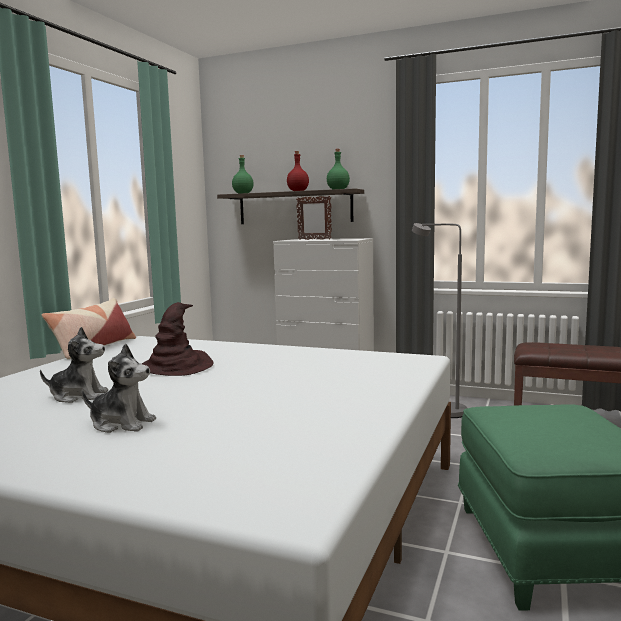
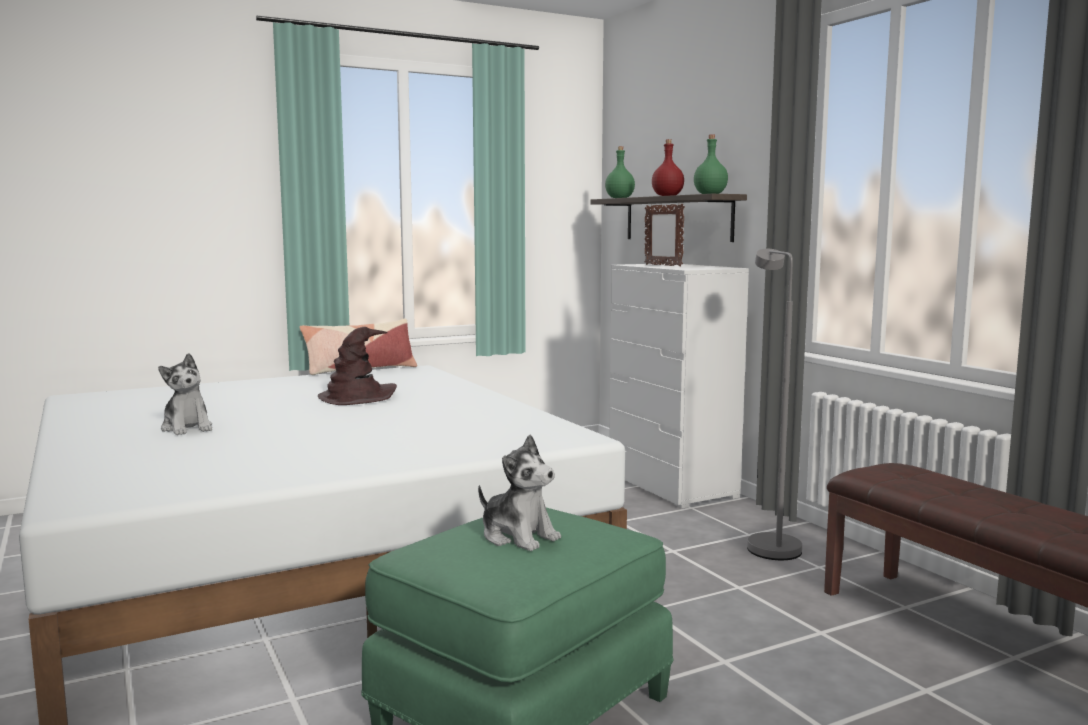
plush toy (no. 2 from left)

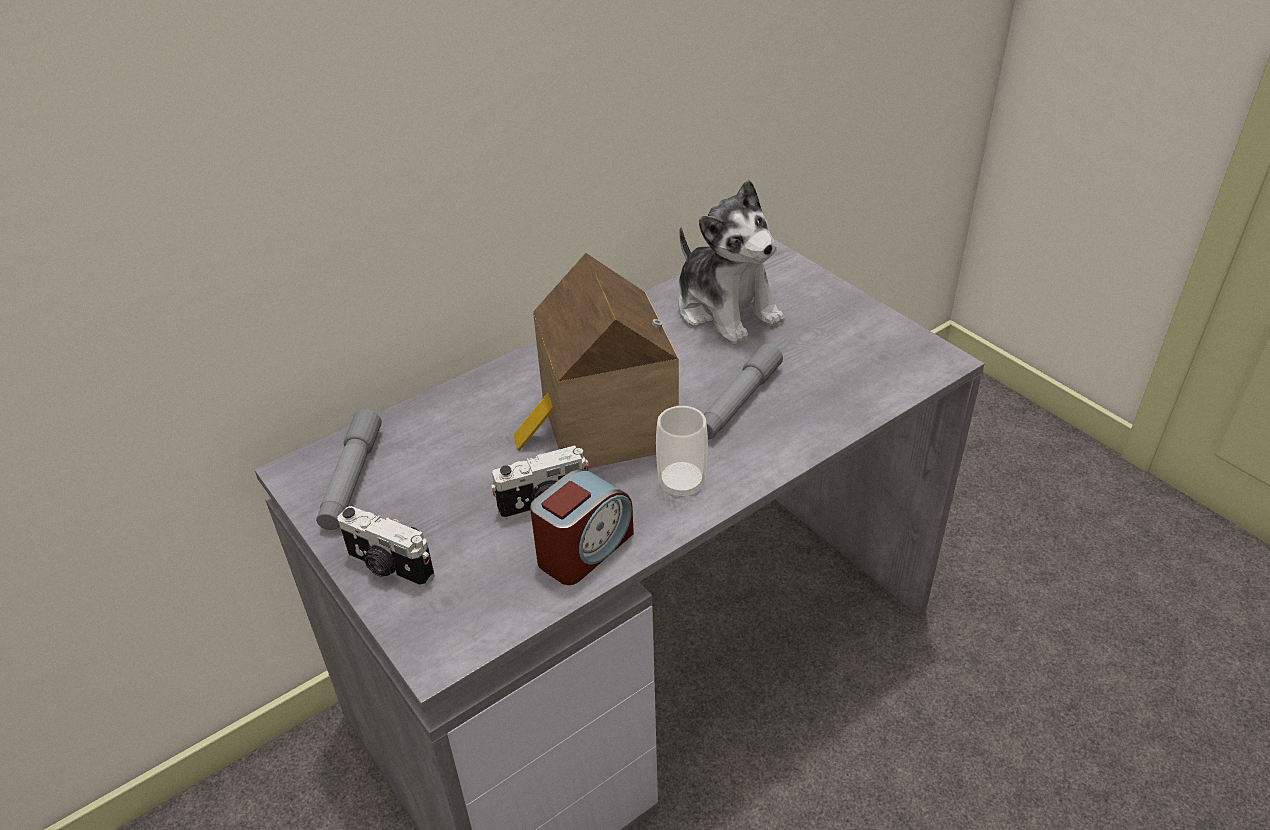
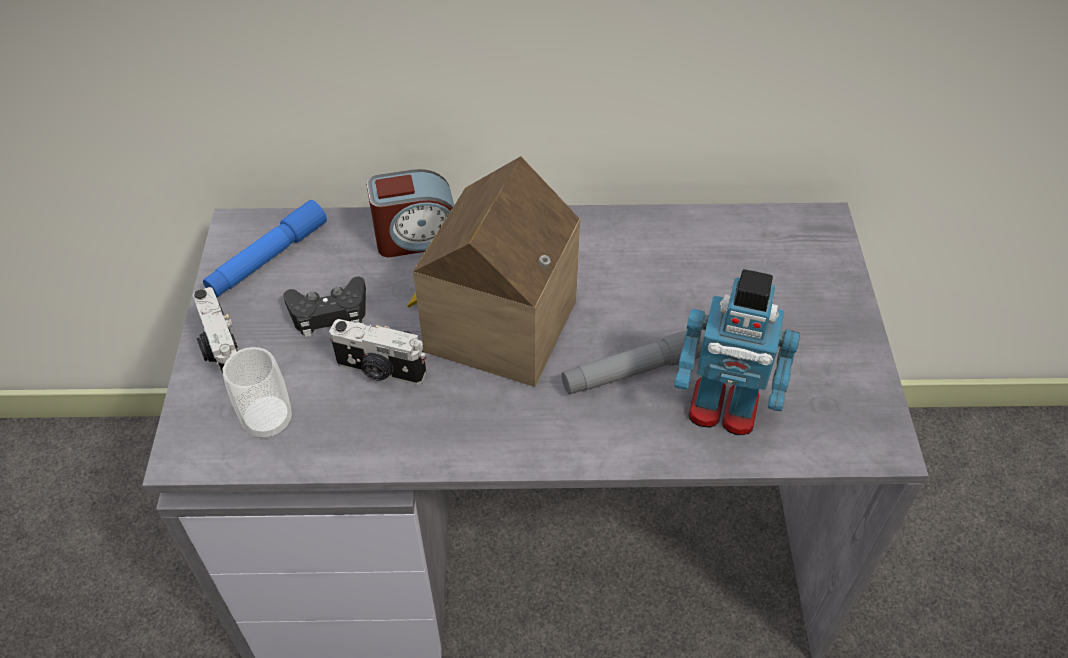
plush toy
cup
flashlight (blue)
alarm clock
toy robot
game controller (black)

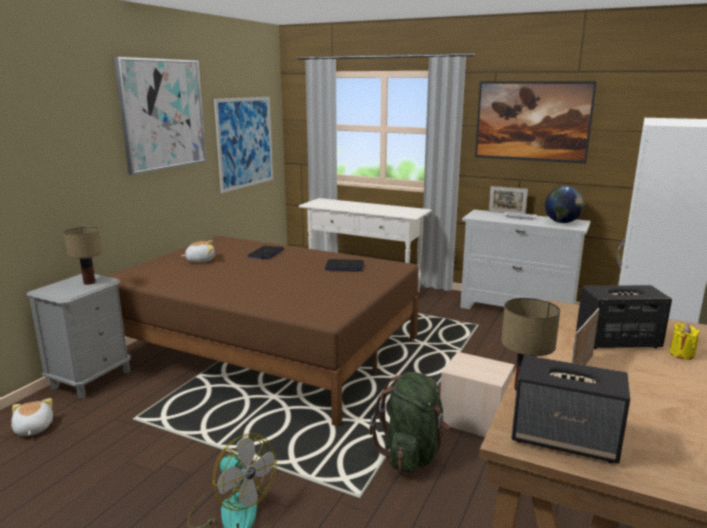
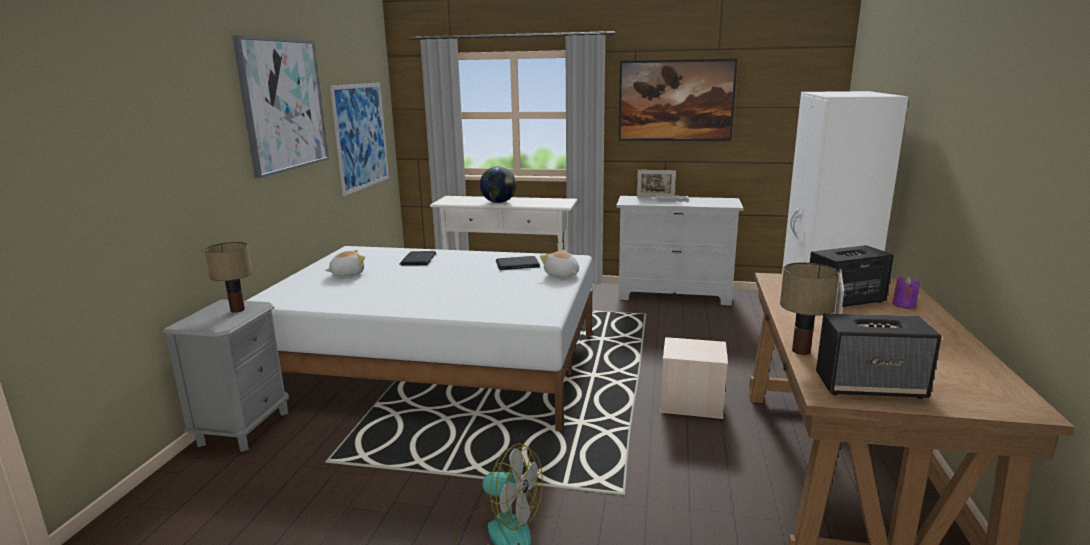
globe
bed (white)
candle (purple)
backpack (green)
plush toy (no. 2 from left)

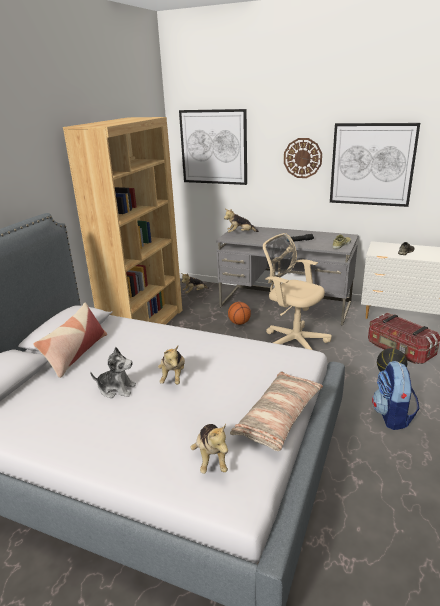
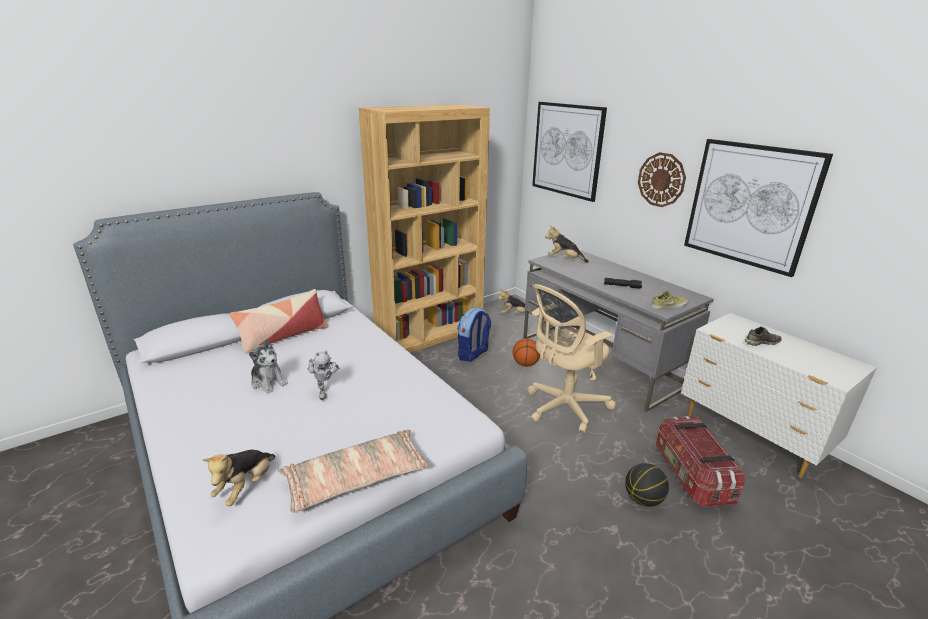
office chair (beige)
toy robot
backpack

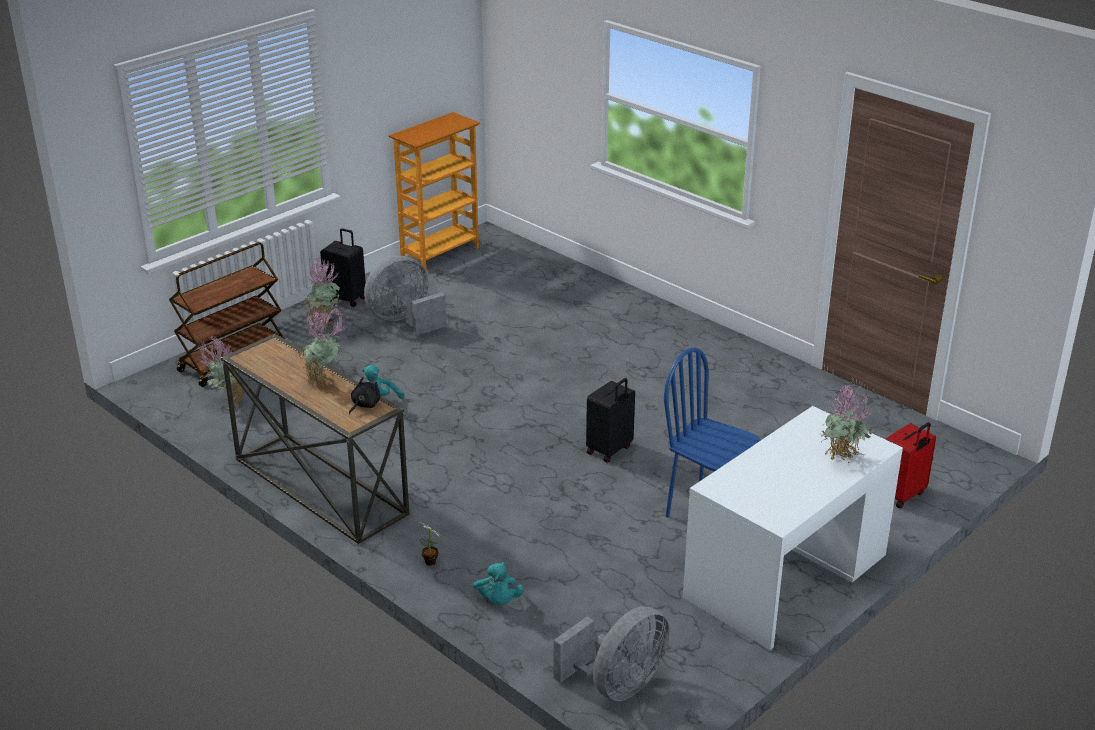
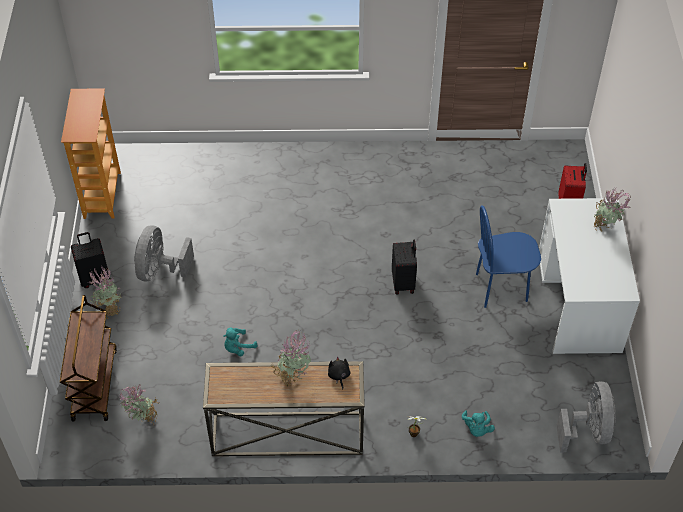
plush toy (turquoise) (no. 2 from left)

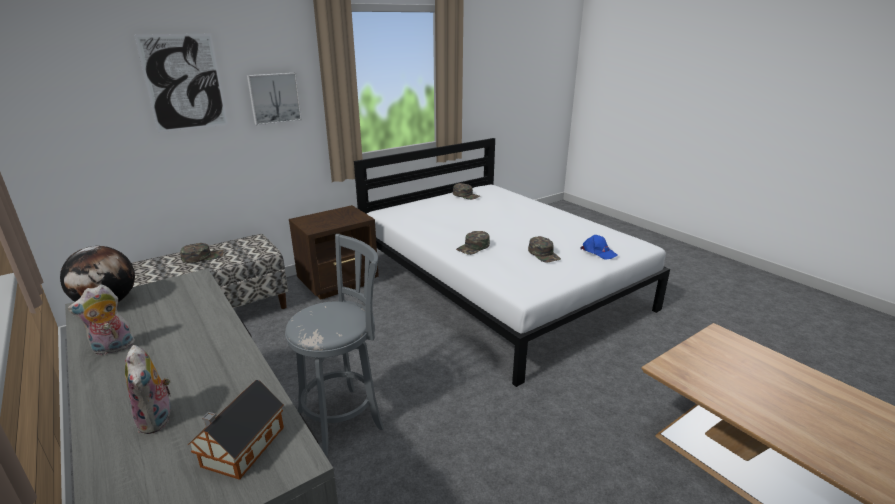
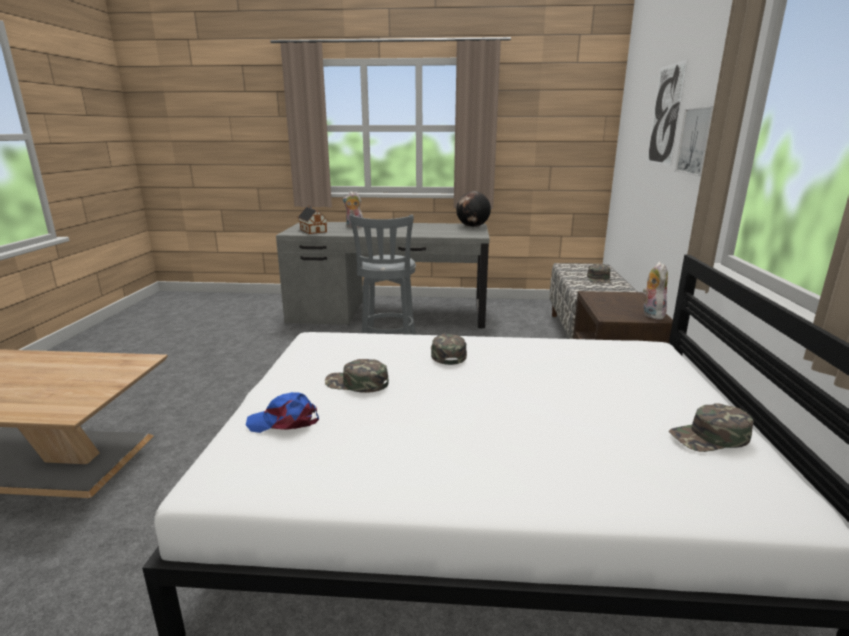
plush toy (no. 2 from left)

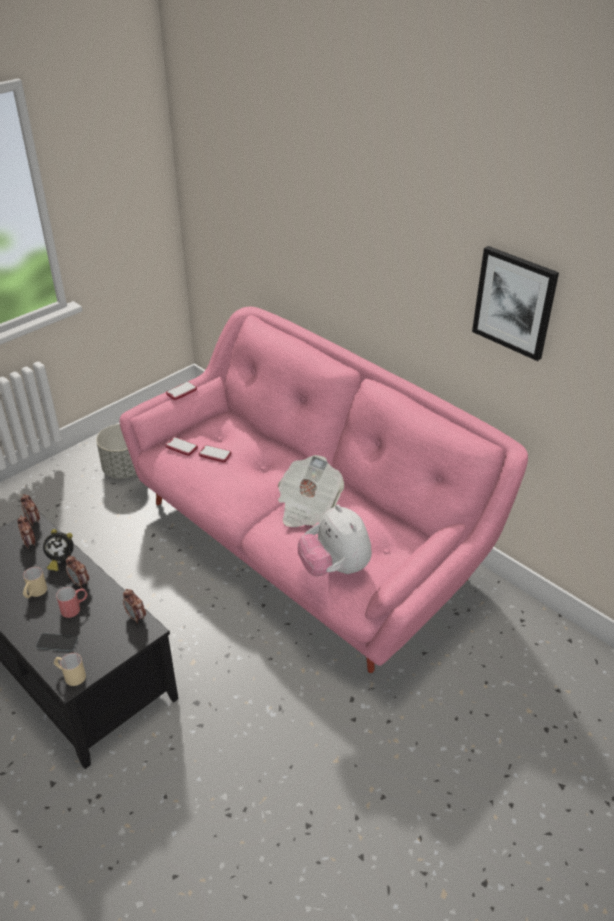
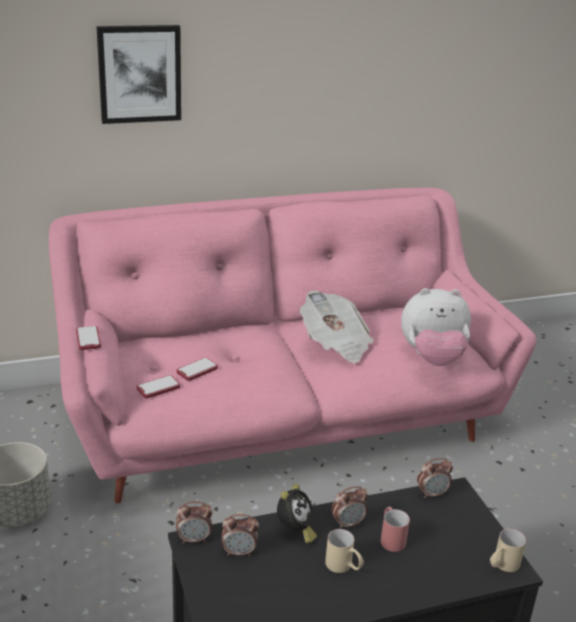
picture
phone (no. 1 from left in the first image)

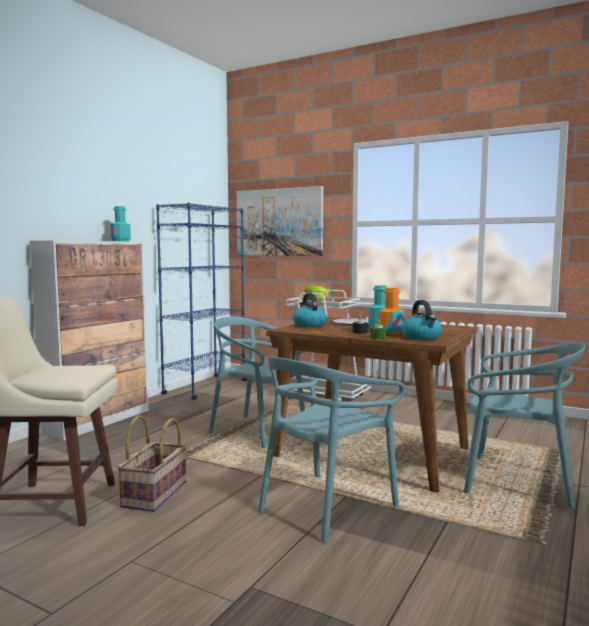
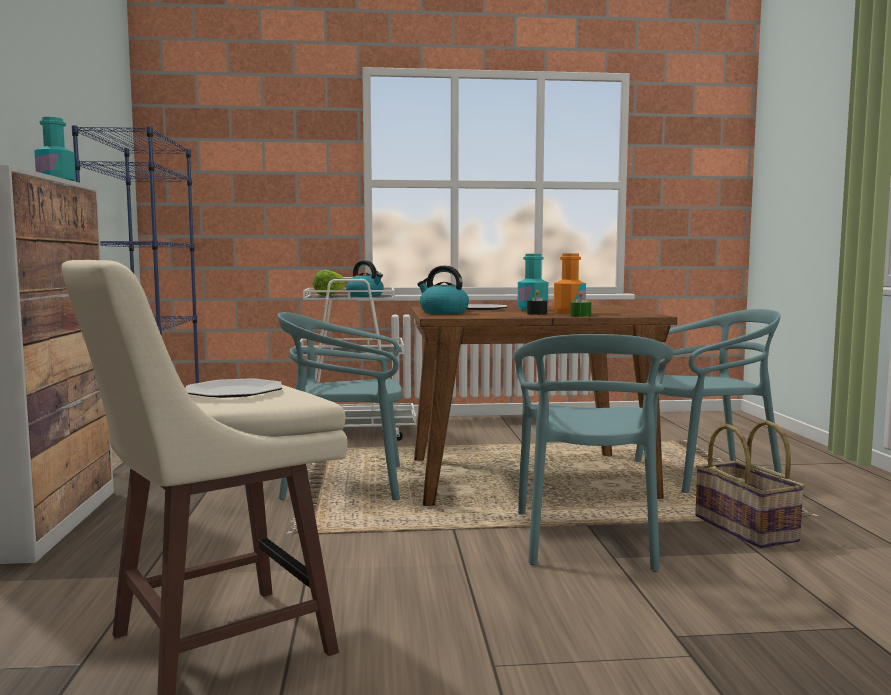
picture
kettle (no. 1 from left)
basket
plate (no. 1 from left)

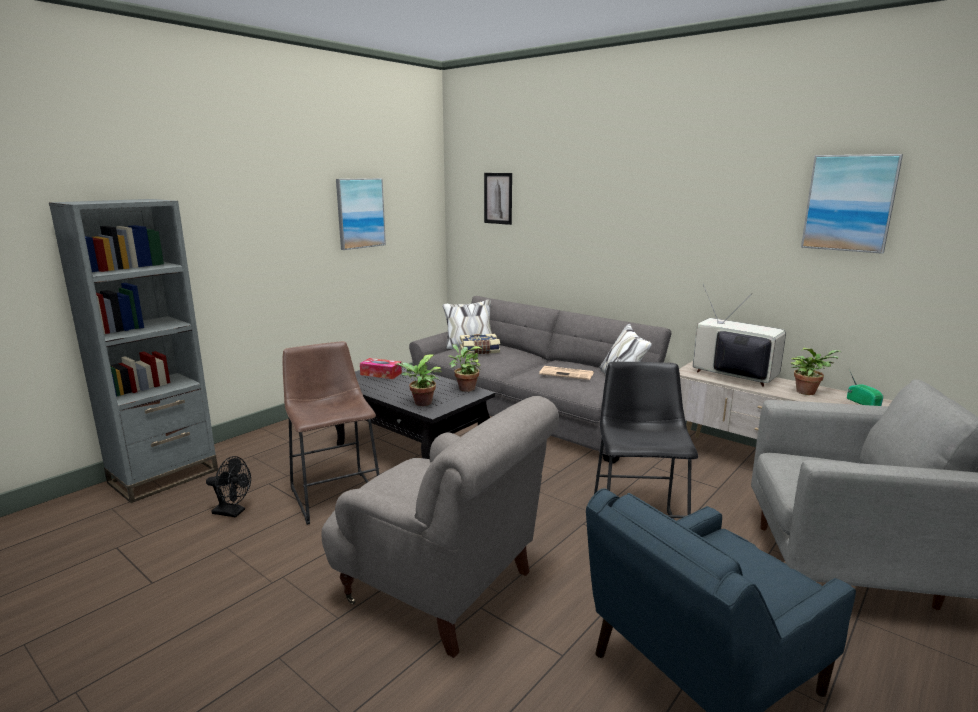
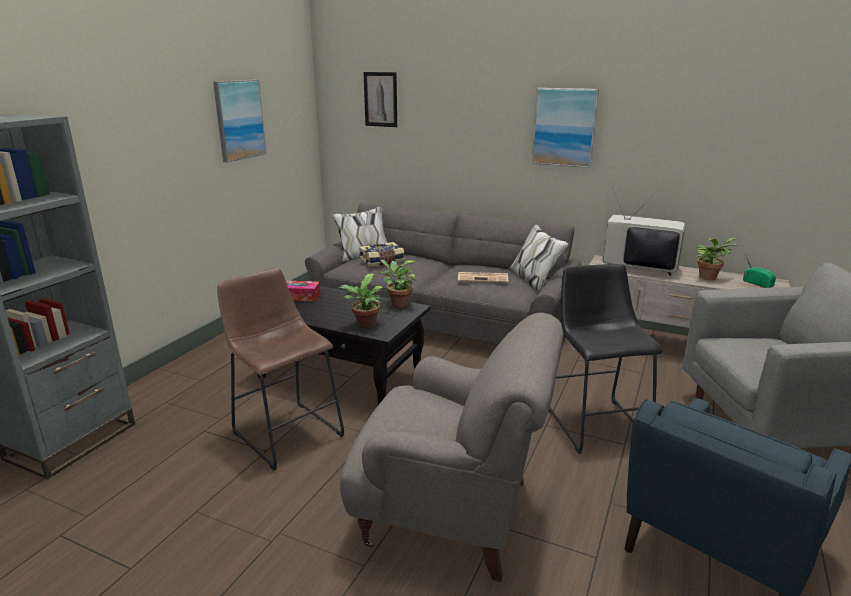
picture (no. 3 from left)
fan (black)

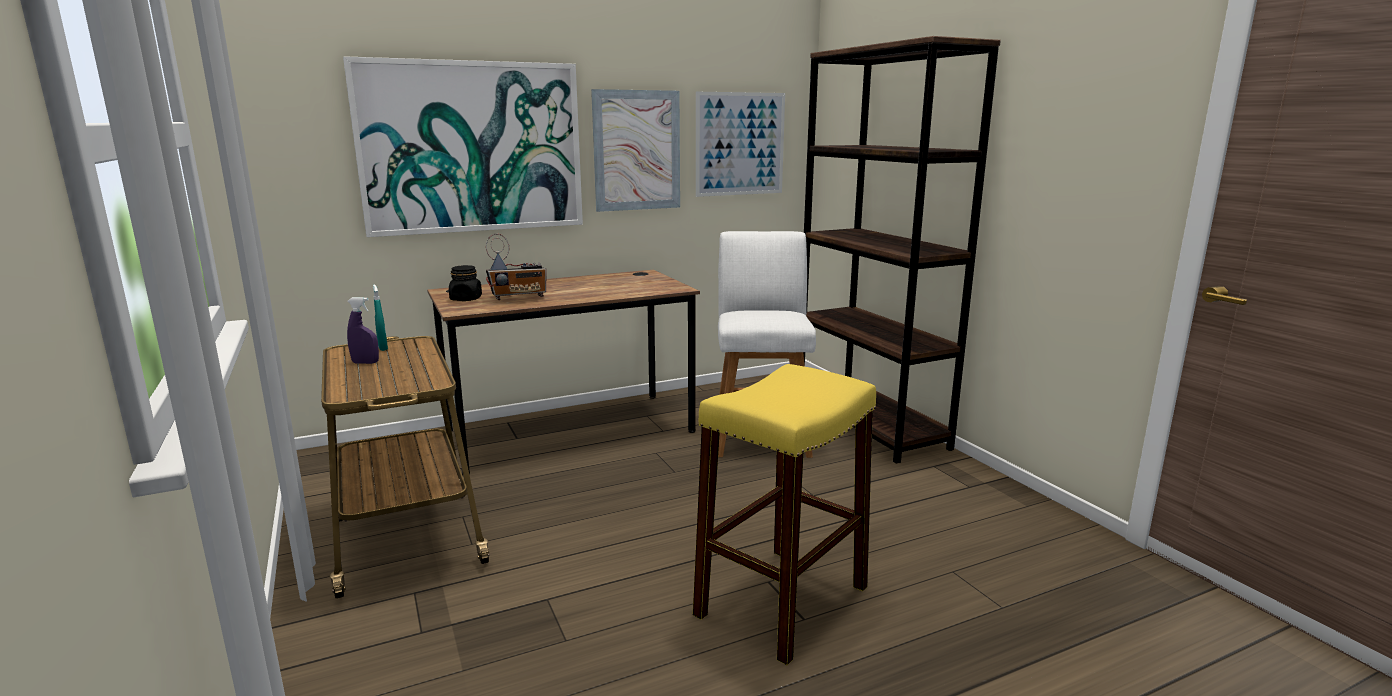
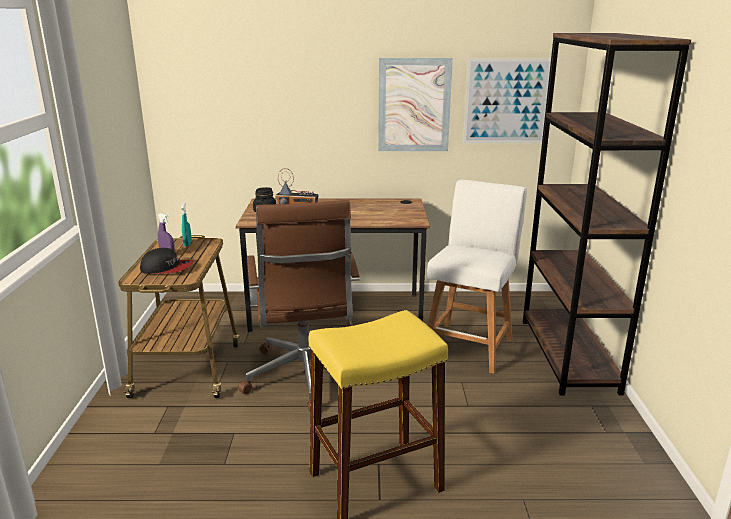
picture (no. 1 from left in the first image)
office chair (brown)
cap

